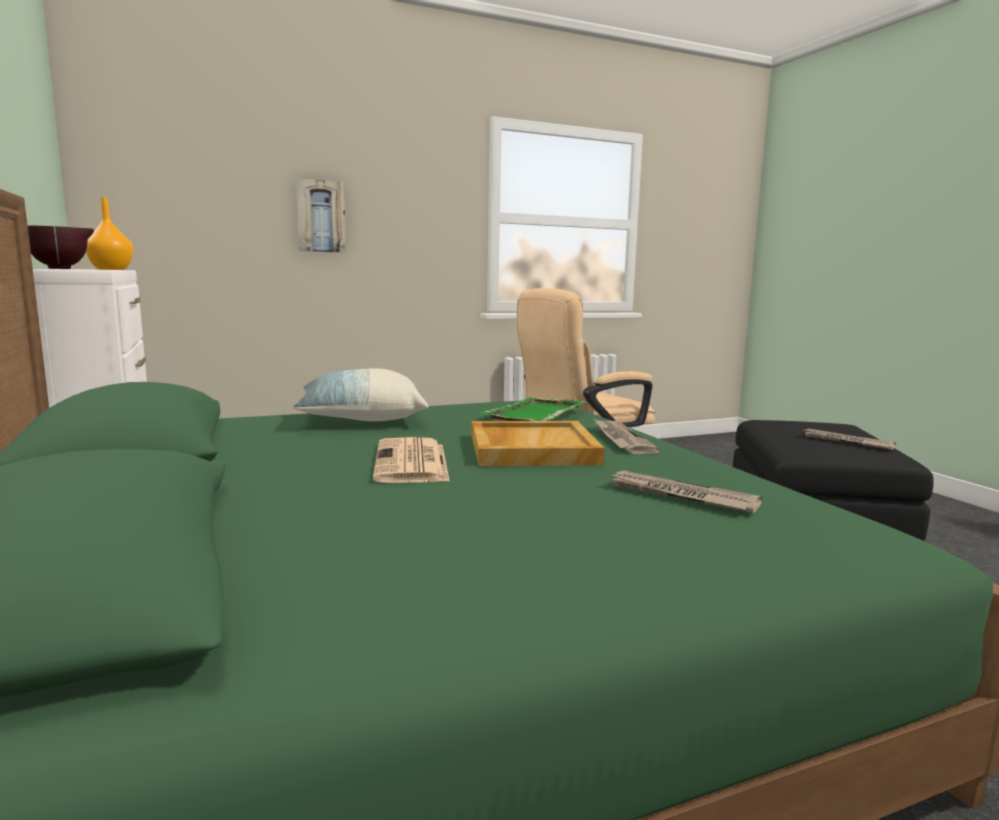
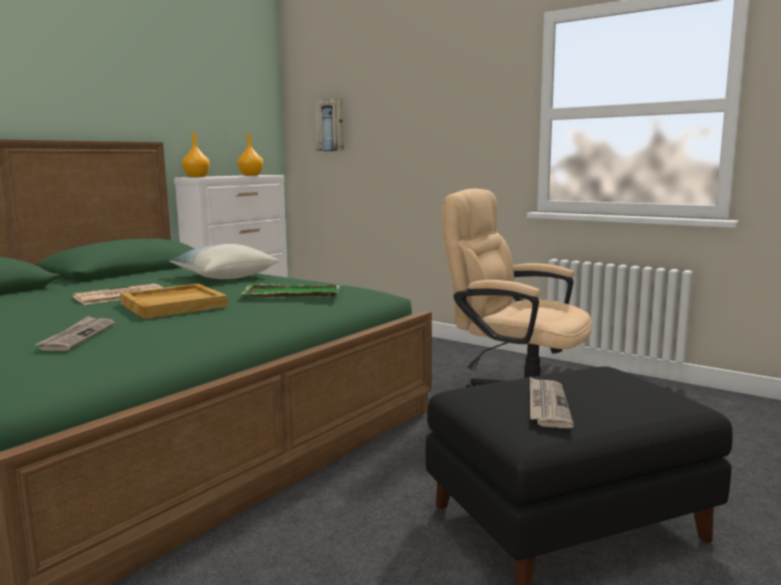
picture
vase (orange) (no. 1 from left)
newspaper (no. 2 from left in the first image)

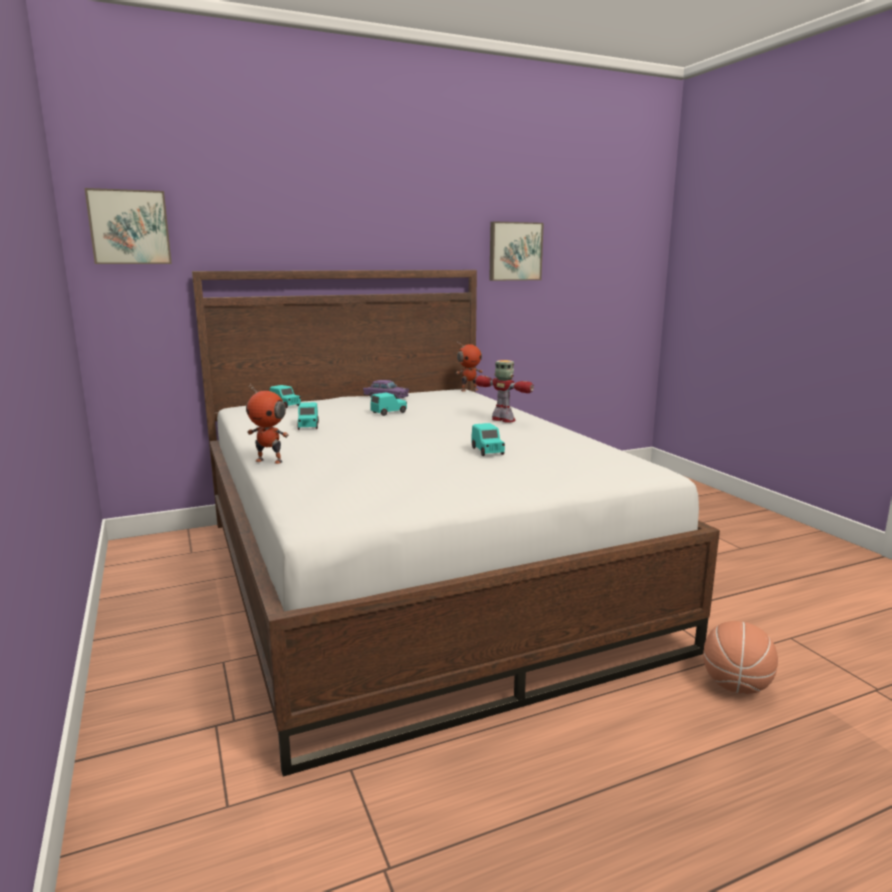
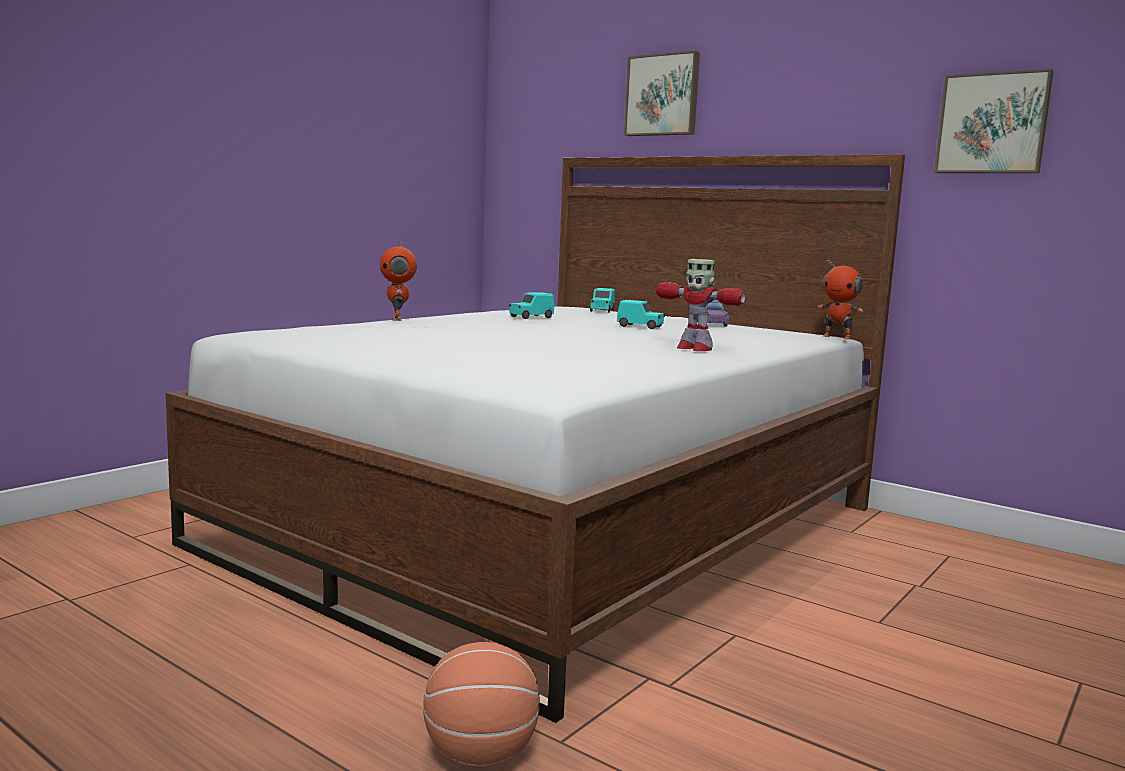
picture (no. 1 from left)
toy robot (no. 2 from left)
toy car (turquoise) (no. 4 from left in the first image)

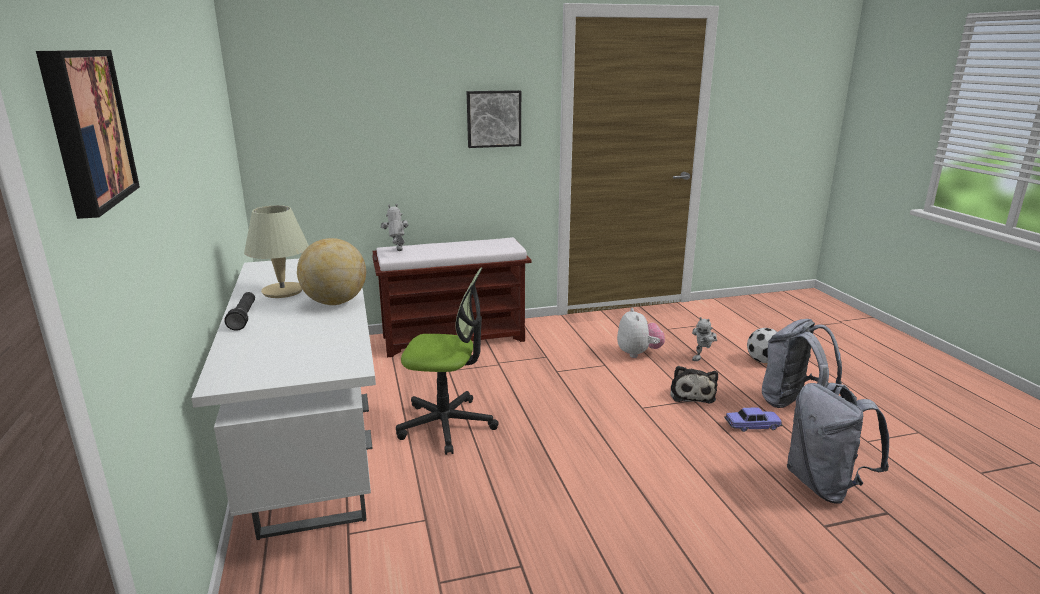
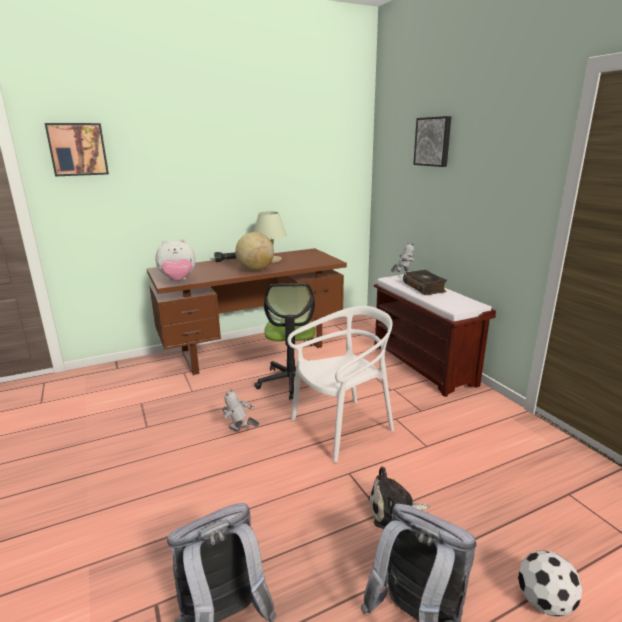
picture (no. 2 from left)
desk (brown)
plush toy (no. 1 from left)
toy robot (no. 1 from left)
toy car
book
chair (white)

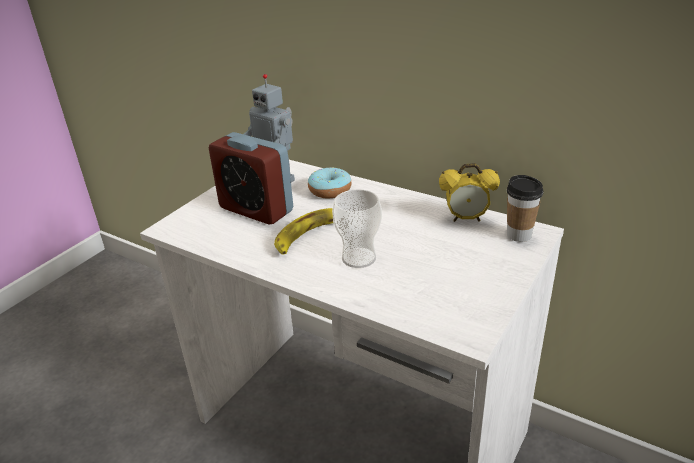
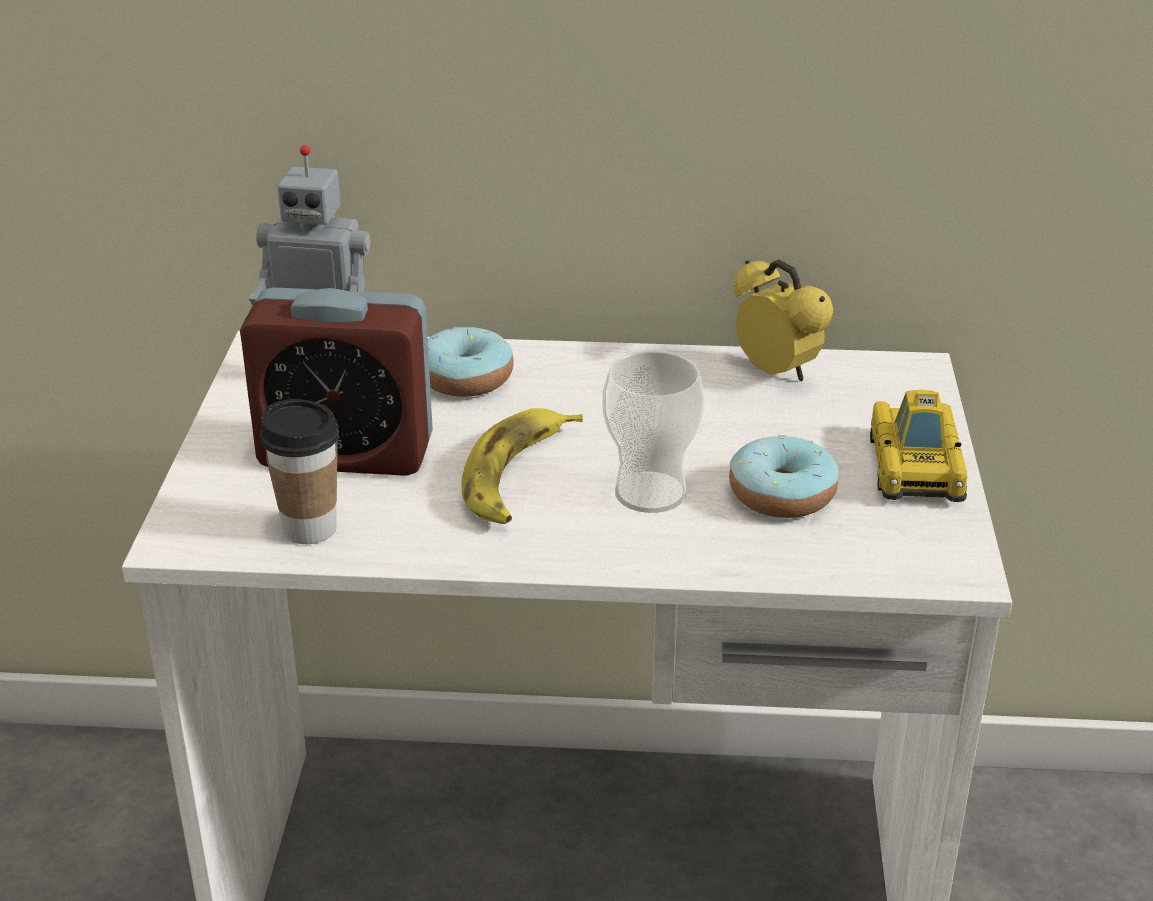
alarm clock (no. 2 from left)
cup (no. 1 from left)
toy car
donut (no. 2 from left)

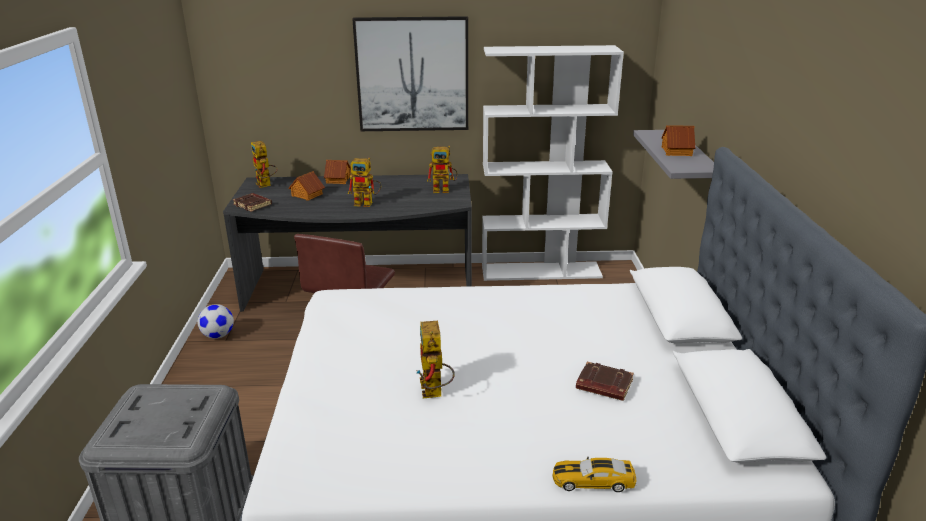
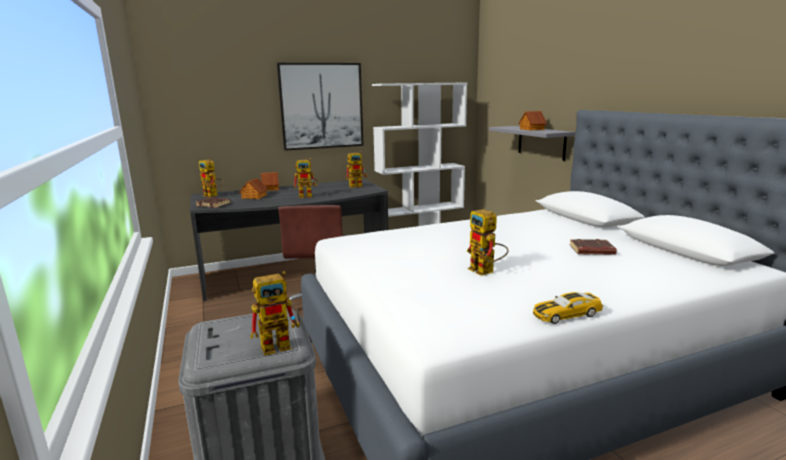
football
toy car
toy robot (no. 2 from left)

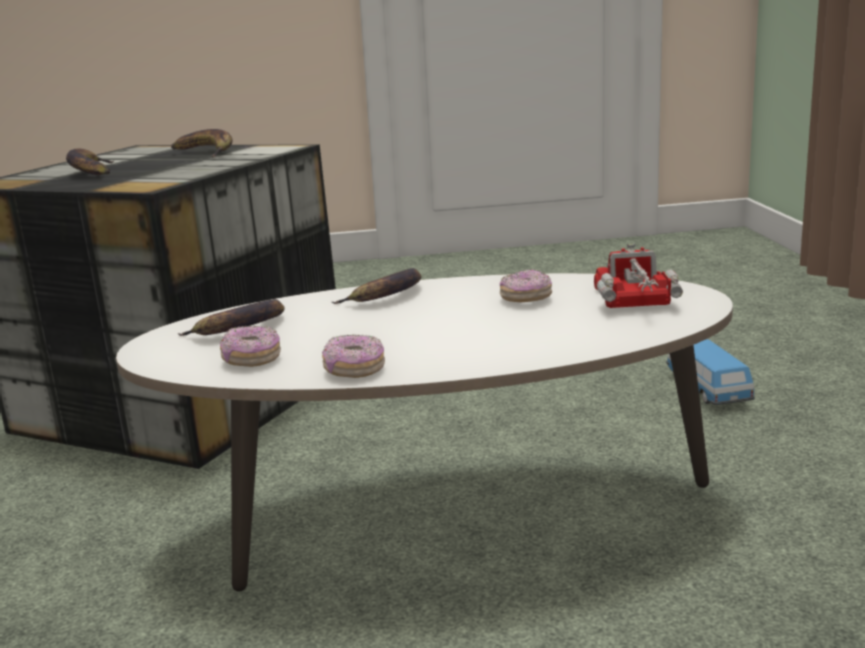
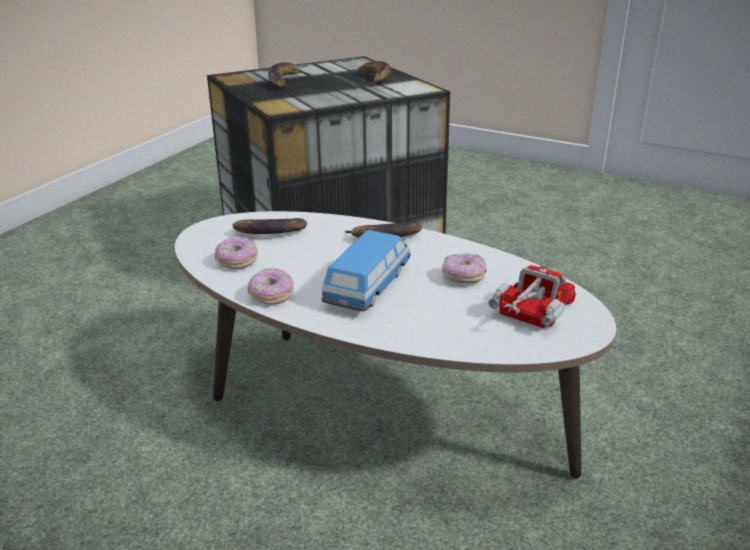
toy car

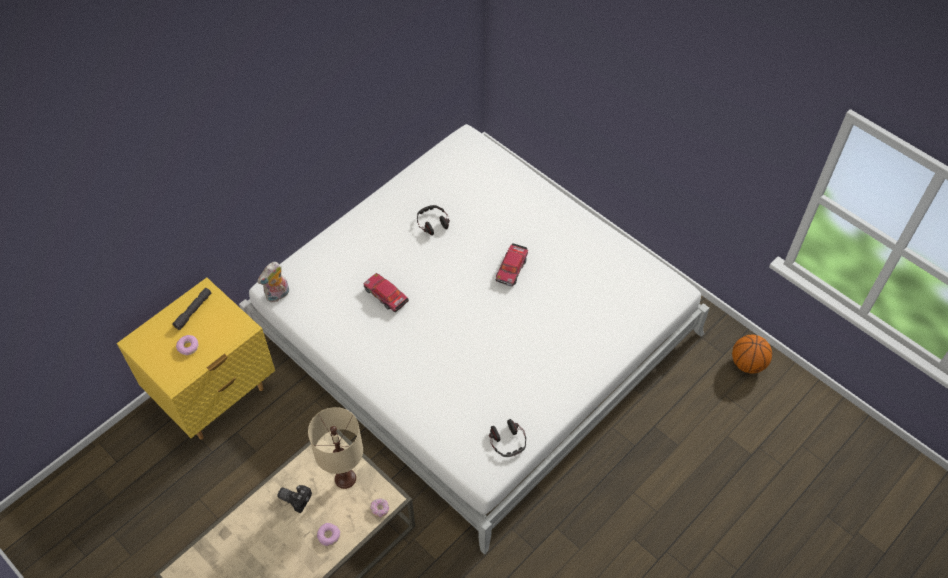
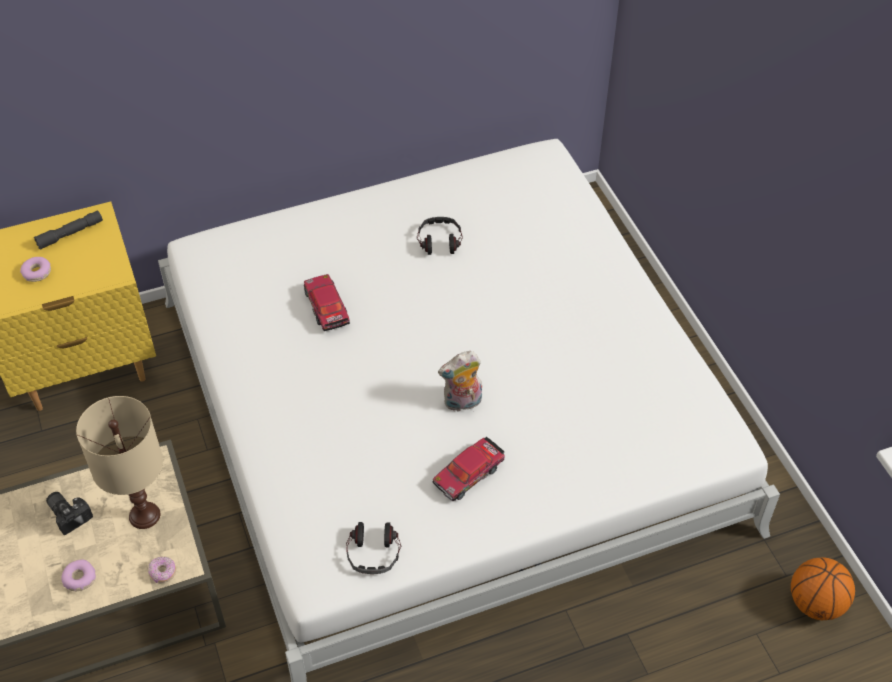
toy car (no. 2 from left)
plush toy

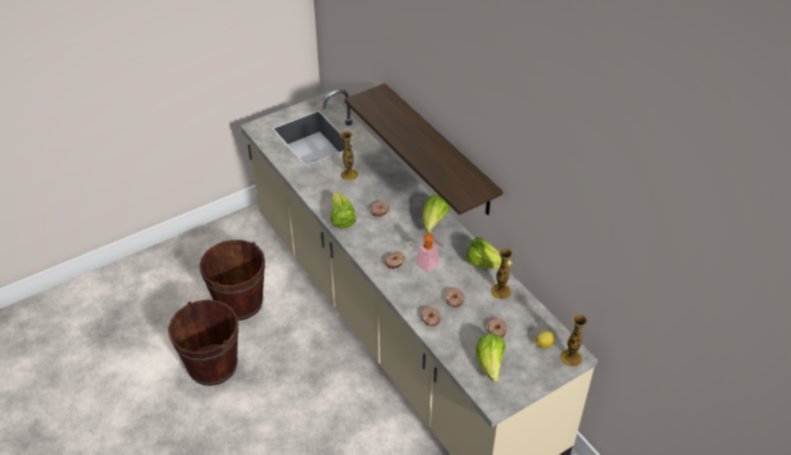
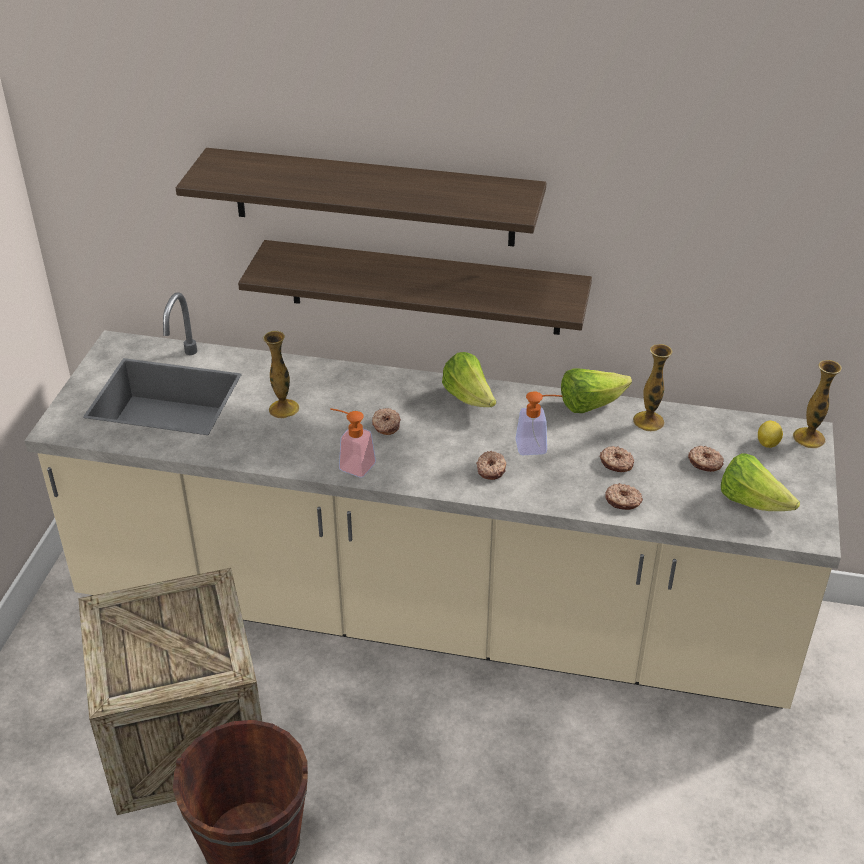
soap dispenser (no. 1 from left)
crate
shelf (no. 1 from left)

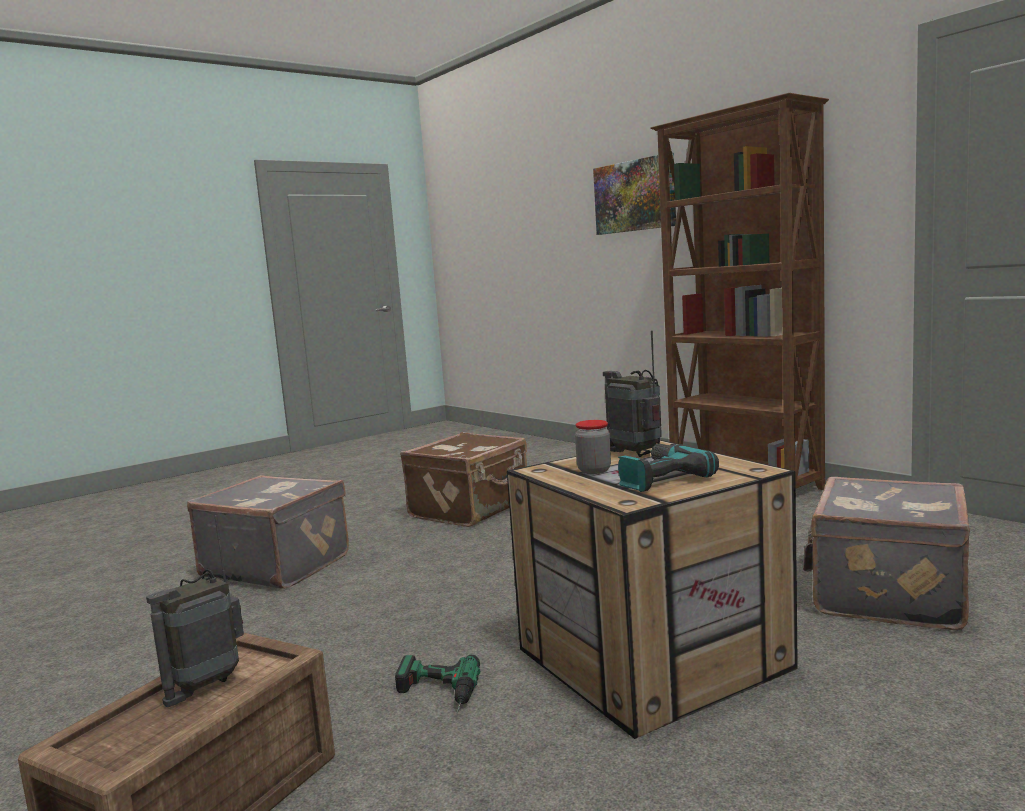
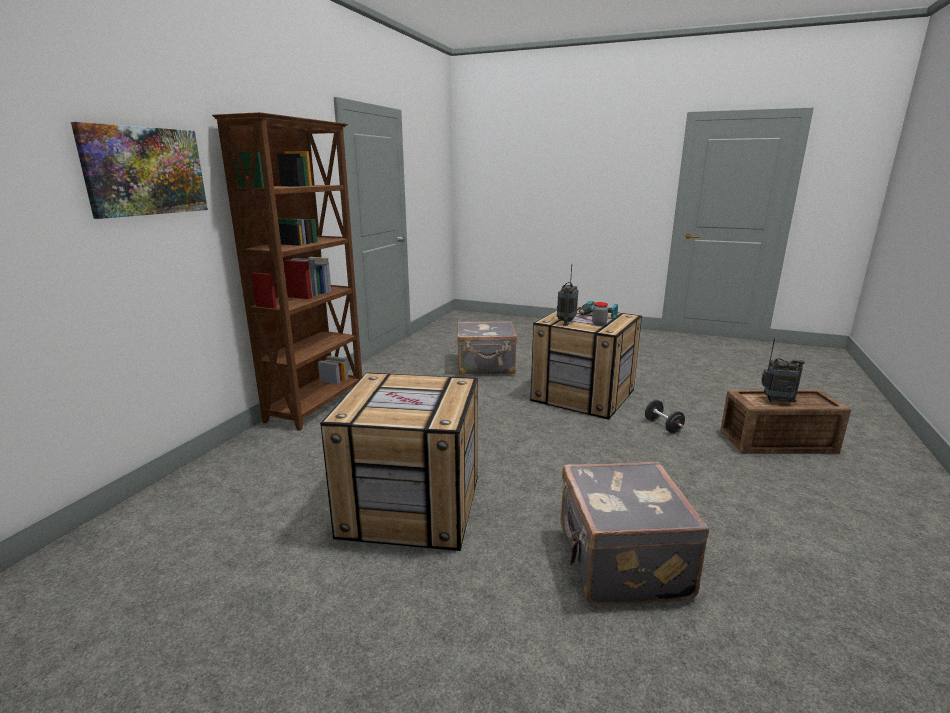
crate (no. 1 from left)
dumbbell (black)

